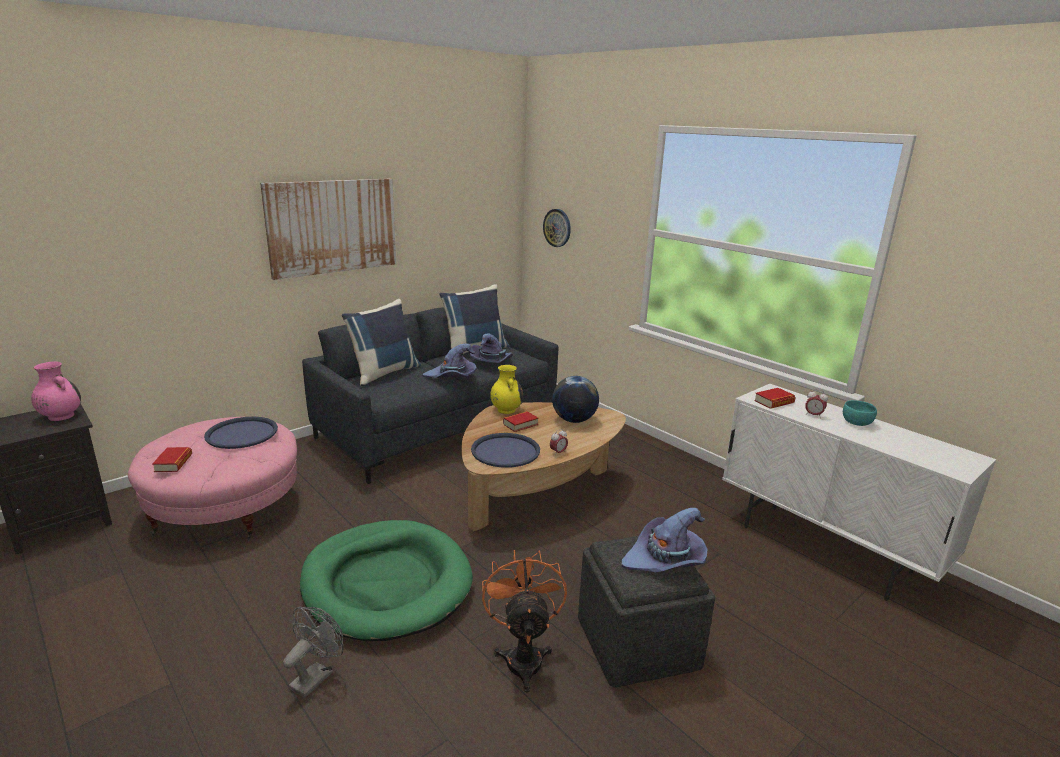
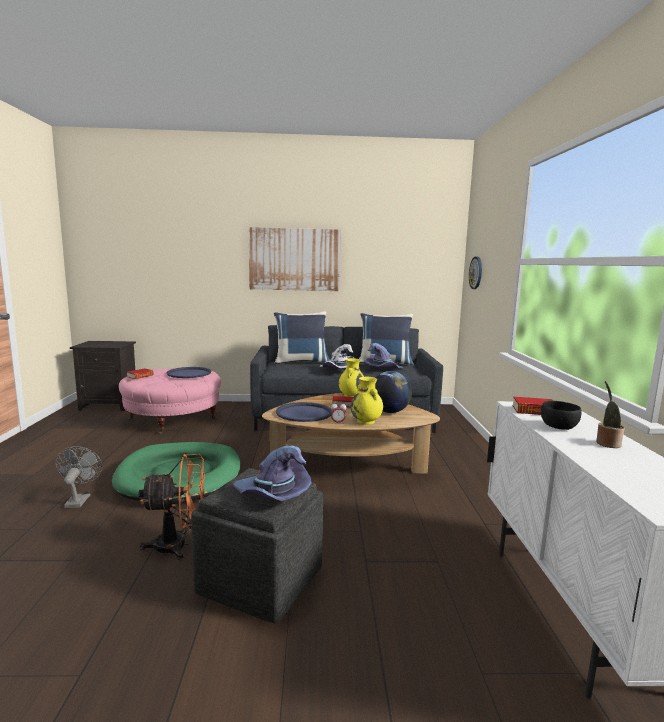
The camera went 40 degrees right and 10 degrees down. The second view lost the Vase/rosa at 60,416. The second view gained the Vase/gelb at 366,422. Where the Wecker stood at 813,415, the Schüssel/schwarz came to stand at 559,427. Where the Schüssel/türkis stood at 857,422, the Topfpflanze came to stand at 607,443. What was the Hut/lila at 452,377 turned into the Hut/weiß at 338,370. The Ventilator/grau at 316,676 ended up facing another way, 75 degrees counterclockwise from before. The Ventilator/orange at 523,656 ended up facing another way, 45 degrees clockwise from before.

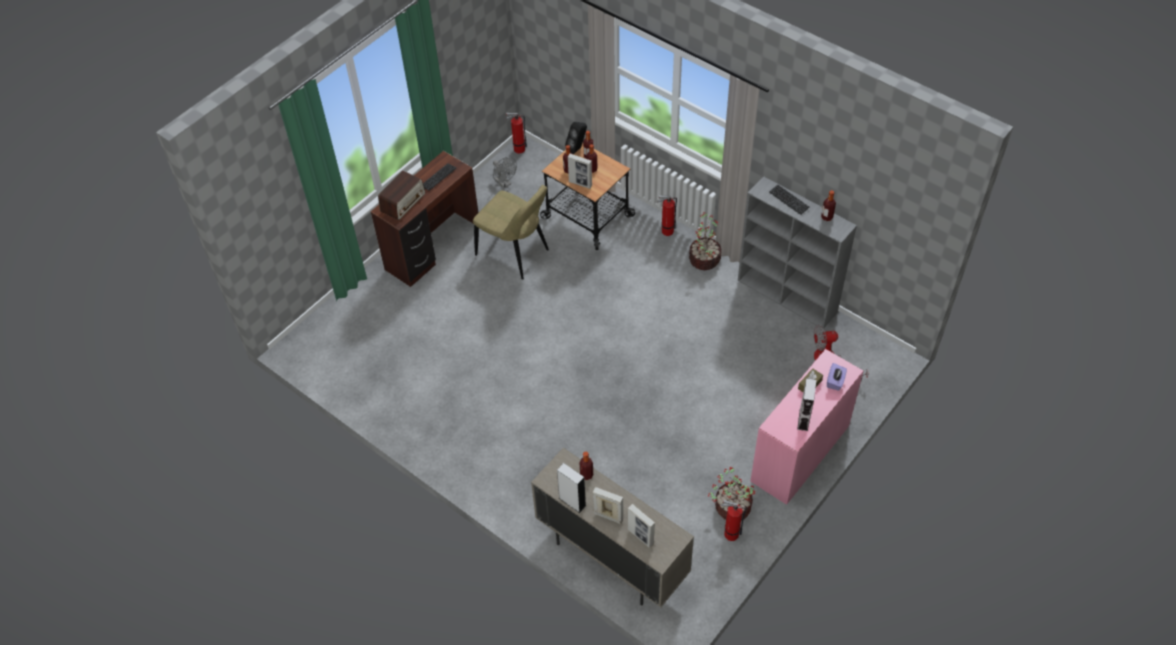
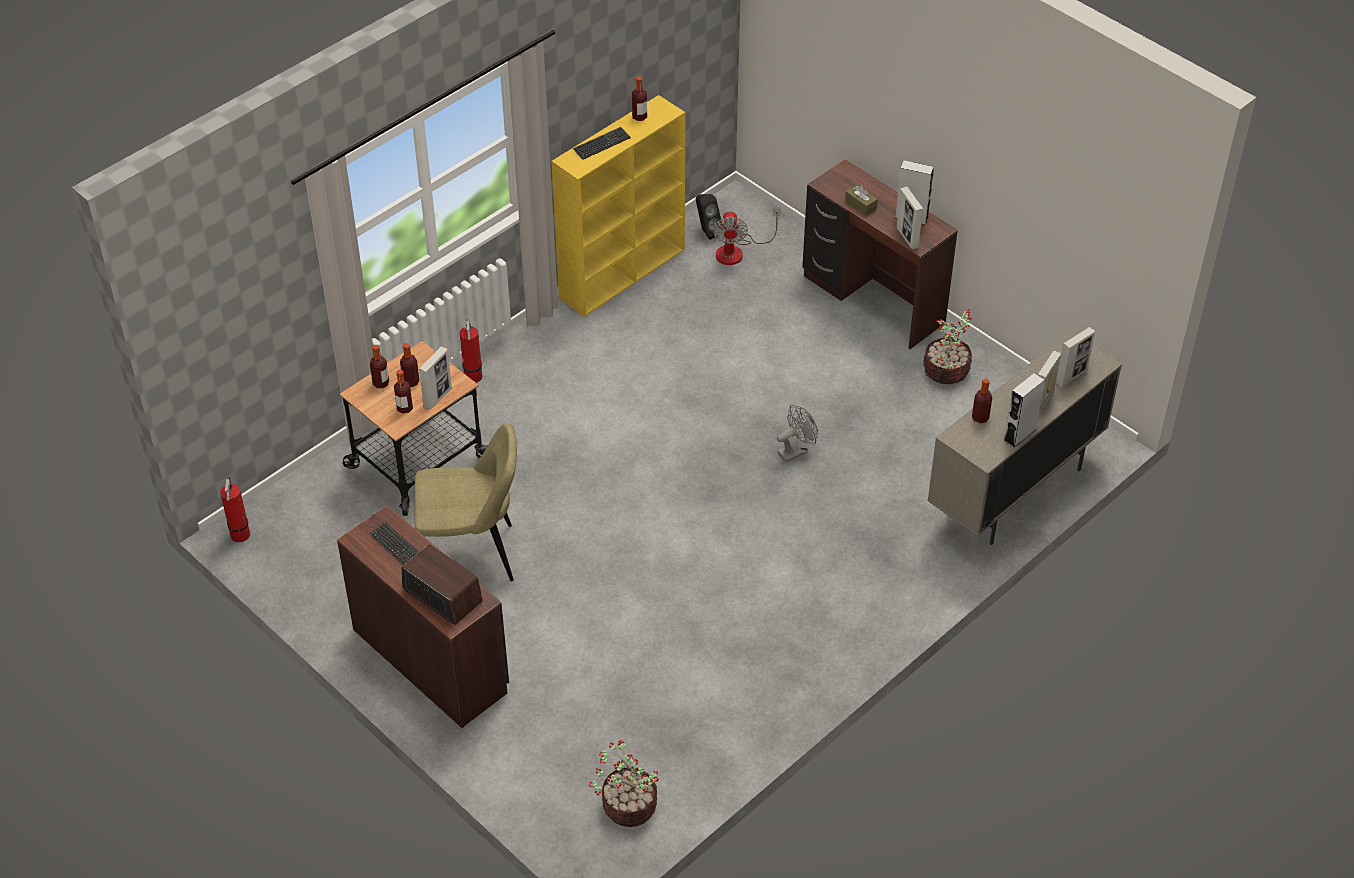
The camera went 85 degrees left and 5 degrees down. The second view lost the Feuerlöscher at 729,534. The second view lost the Taschentuchbox/lila at 835,381. The second view gained the Bilderrahmen at 907,238. The Ventilator/grau ended up elsewhere, having gone from 504,183 to 796,451. The Lautsprecher/schwarz ended up elsewhere, having gone from 577,148 to 707,231. The Topfpflanze ended up elsewhere, having gone from 704,259 to 627,806. What was the Bücherregal/grau at 788,296 turned into the Bücherregal/gelb at 623,273. What was the Schreibtisch/rosa at 799,453 turned into the Schreibtisch/braun at 872,300. The Stuhl/beige at 515,254 ended up facing another way, 45 degrees clockwise from before.

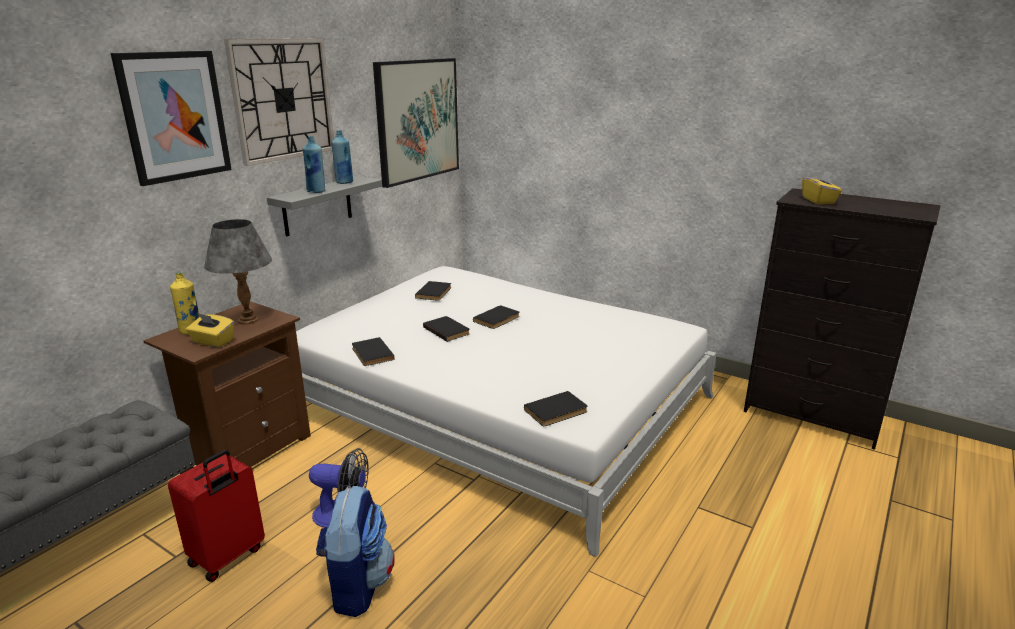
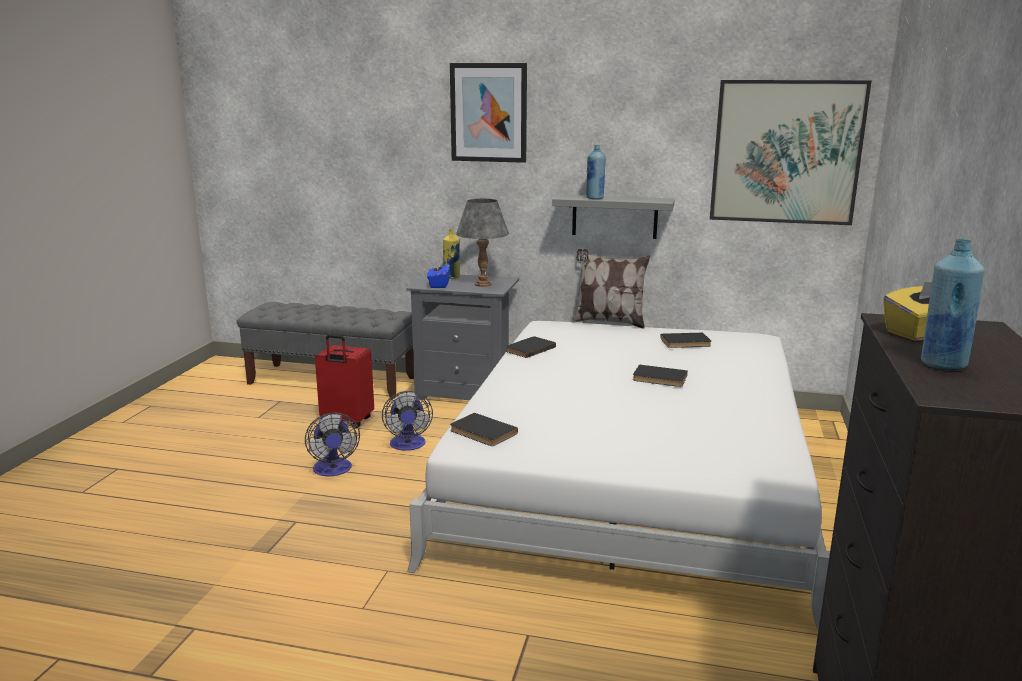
The camera went 70 degrees right and 5 degrees down. The second view lost the Wanduhr at 283,99. The second view lost the Buch/schwarz at 448,330. The second view gained the Kissen at 608,322. The Flasche/blau ended up elsewhere, having gone from 344,182 to 942,364. Where the Rucksack stood at 357,585, the Ventilator came to stand at 333,470. What was the Nachttisch/braun at 247,448 turned into the Nachttisch/grau at 466,392. What was the Taschentuchbox/gelb at 212,342 turned into the Taschentuchbox/blau at 439,285.

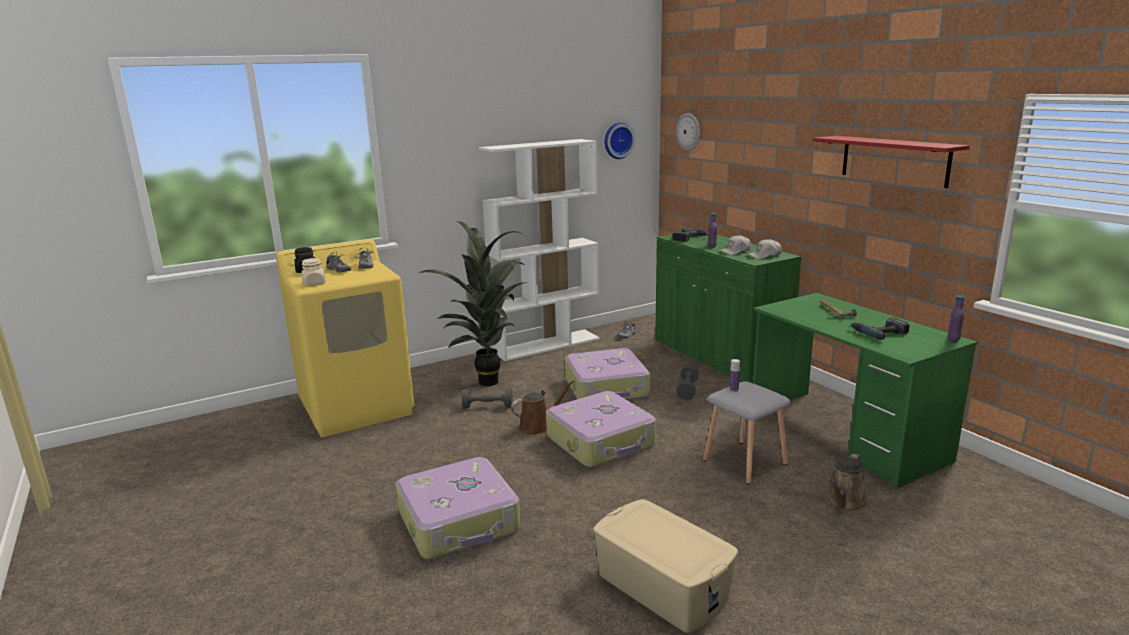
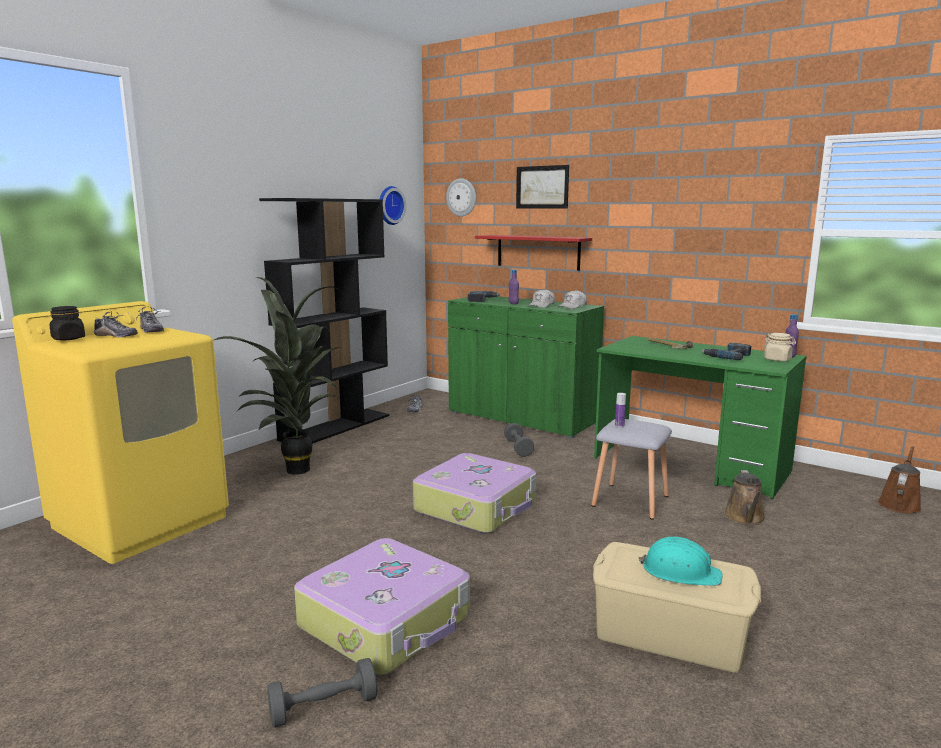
The camera went 25 degrees left and 5 degrees down. The second view lost the Koffer at 607,388. The second view gained the Bild at 542,187. The second view gained the Schutzhelm/türkis at 680,572. The Vorratsglas/beige ended up elsewhere, having gone from 314,284 to 777,359. The Hantel/grau ended up elsewhere, having gone from 488,406 to 323,708. The Gießkanne/braun ended up elsewhere, having gone from 538,426 to 899,504. The Wandregal/rot ended up elsewhere, having gone from 894,160 to 538,252. What was the Bücherregal/weiß at 547,345 turned into the Bücherregal/schwarz at 336,427.

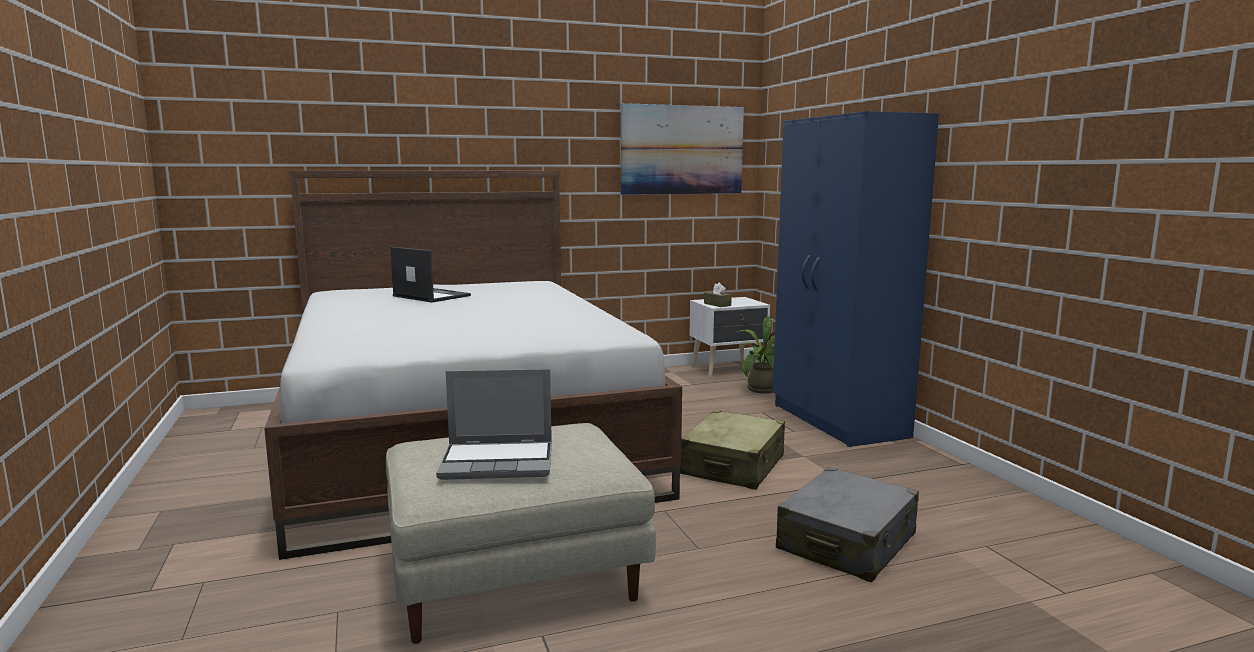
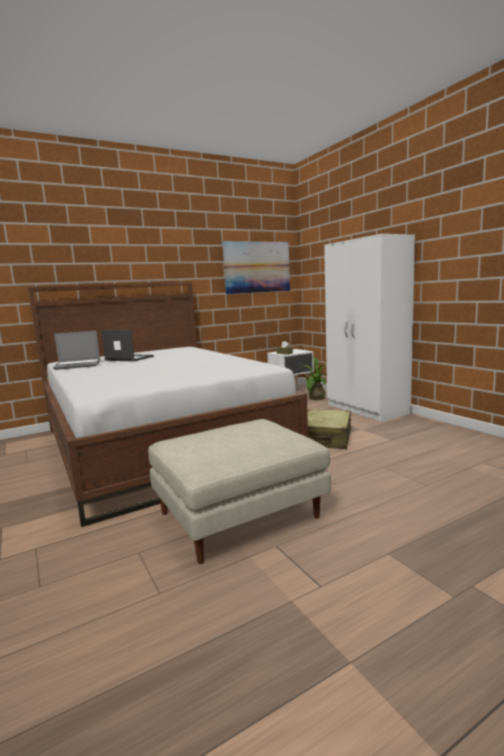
The camera went 10 degrees left and 0 degrees up. The second view lost the Koffer/grau at 847,543. The Laptop ended up elsewhere, having gone from 499,462 to 78,365. What was the Kleiderschrank/blau at 838,421 turned into the Kleiderschrank/weiß at 367,409.

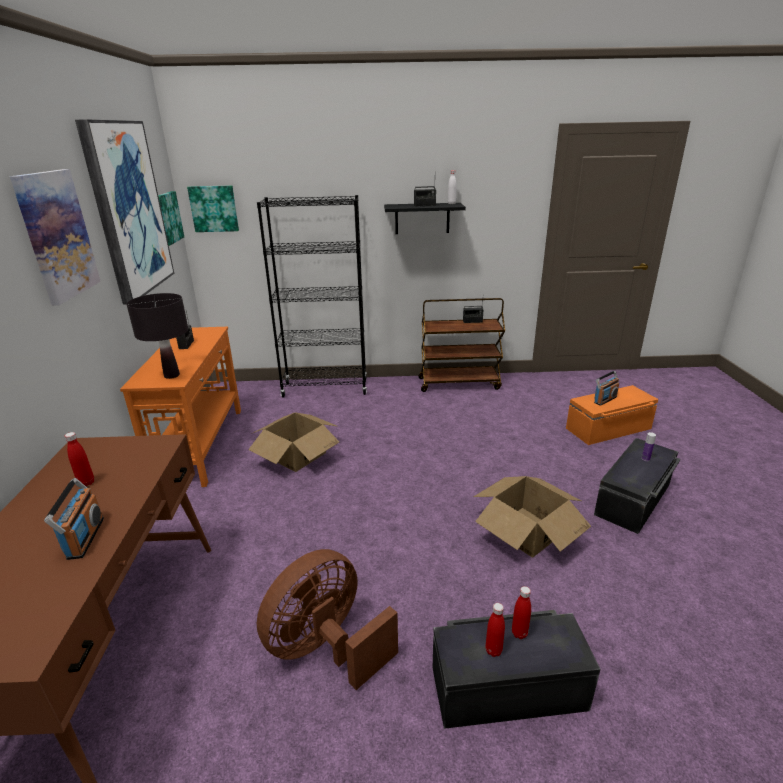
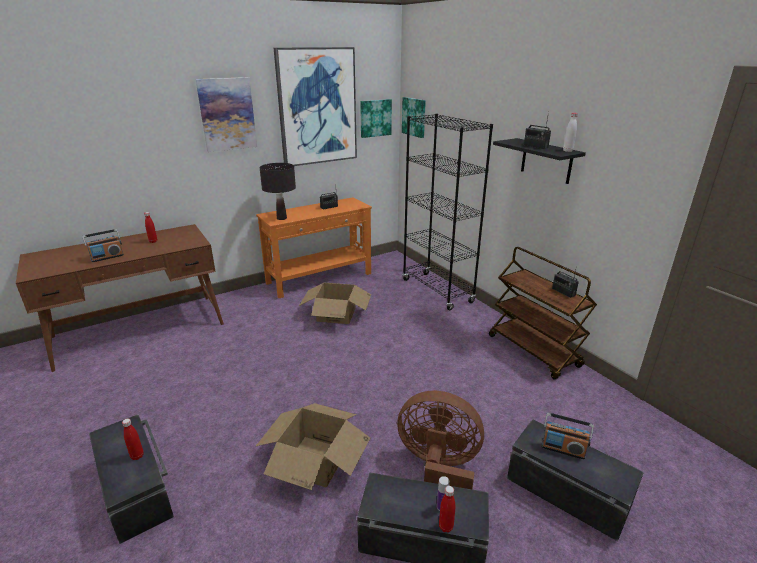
The camera went 60 degrees right and 0 degrees up. The Ventilator/braun ended up elsewhere, having gone from 326,648 to 438,469. The Flasche/rot ended up elsewhere, having gone from 493,650 to 446,527. What was the Aufbewahrungsbox/orange at 609,429 turned into the Aufbewahrungsbox/schwarz at 566,493.

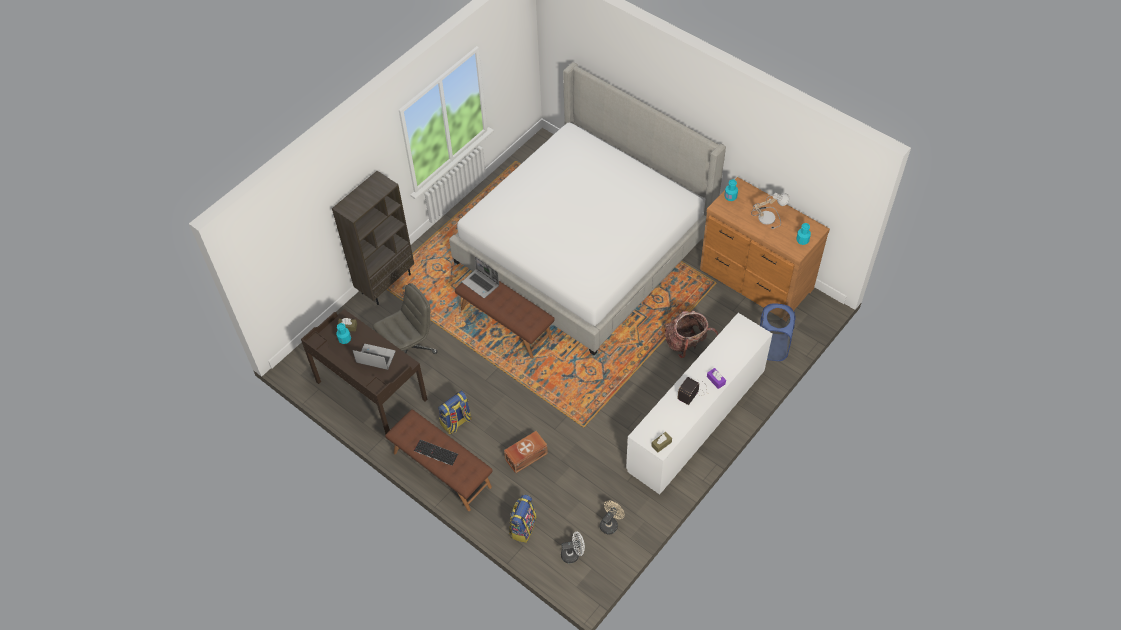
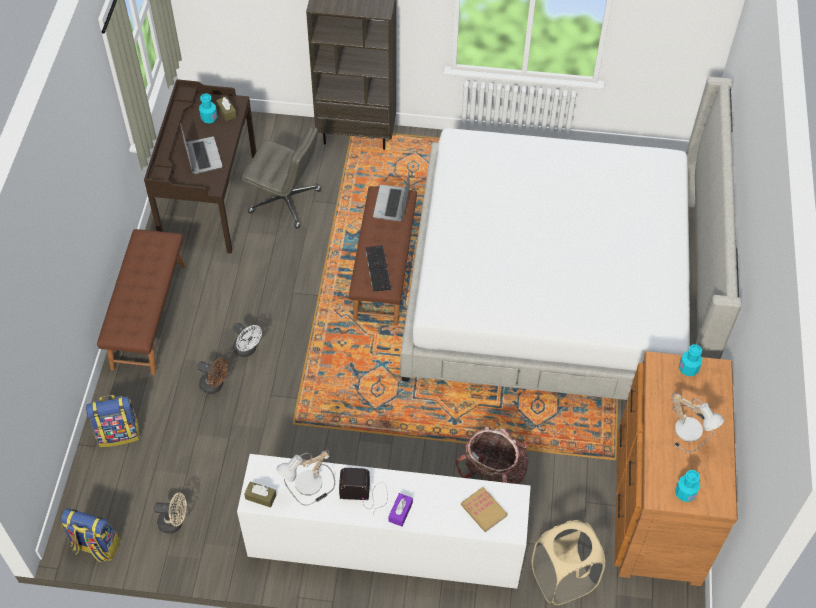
The camera went 55 degrees right and 0 degrees up. The second view gained the Tischlampe at 308,486. The second view gained the Buch at 483,510. The Tastatur ended up elsewhere, having gone from 435,453 to 377,268. The Rucksack ended up elsewhere, having gone from 456,422 to 95,546. The Ventilator/weiß ended up elsewhere, having gone from 573,554 to 247,350. Where the Aufbewahrungsbox/braun stood at 525,456, the Ventilator/braun came to stand at 215,385. What was the Wäschekorb/blau at 772,347 turned into the Wäschekorb/beige at 562,579.

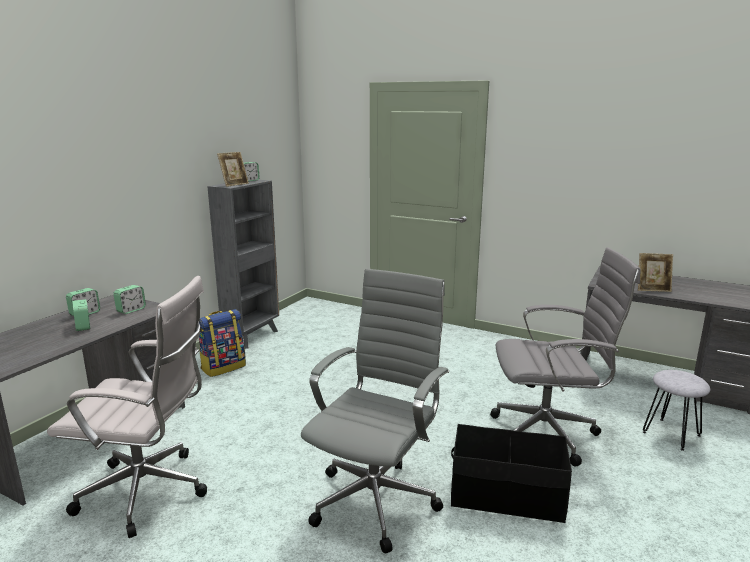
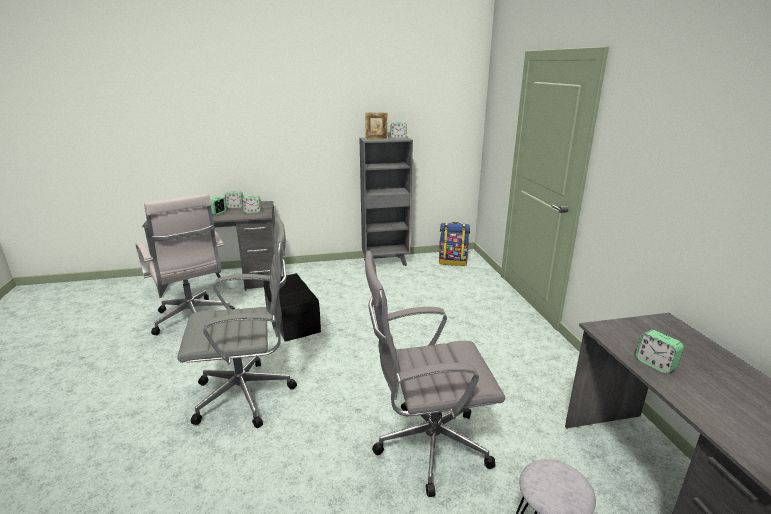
The camera went 50 degrees right and 5 degrees up. The Rucksack ended up elsewhere, having gone from 223,367 to 453,262. The Aufbewahrungsbox/schwarz ended up elsewhere, having gone from 506,496 to 292,321. Where the Bilderrahmen stood at 652,289, the Wecker came to stand at 655,364. The Bürostuhl/grau at 549,434 ended up facing another way, 120 degrees clockwise from before.

